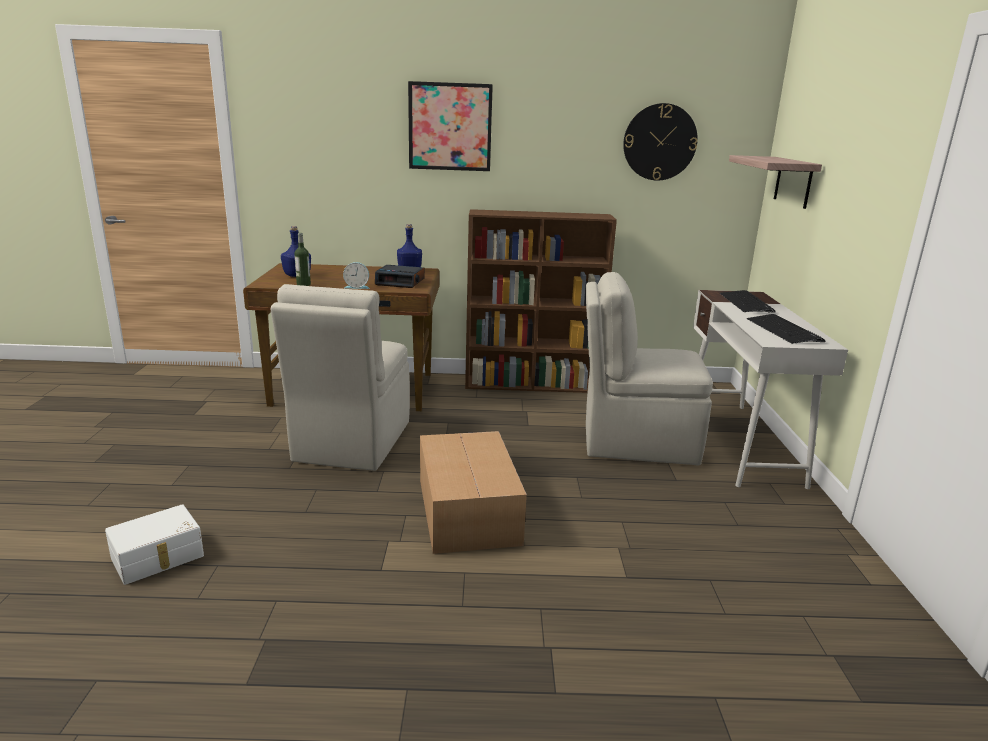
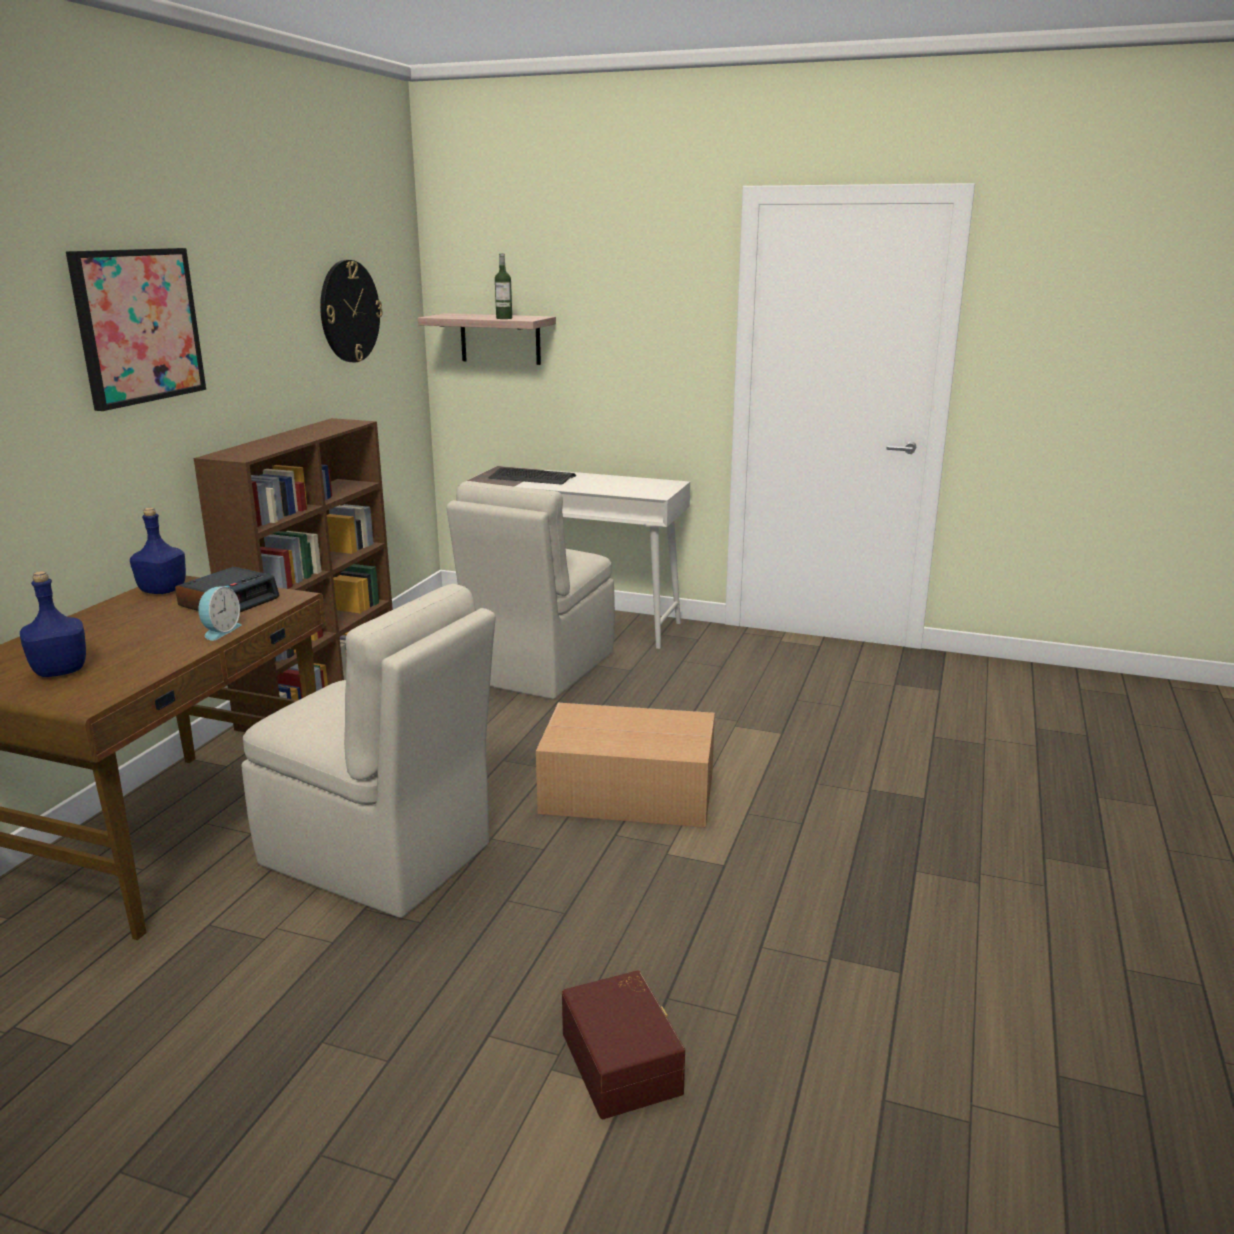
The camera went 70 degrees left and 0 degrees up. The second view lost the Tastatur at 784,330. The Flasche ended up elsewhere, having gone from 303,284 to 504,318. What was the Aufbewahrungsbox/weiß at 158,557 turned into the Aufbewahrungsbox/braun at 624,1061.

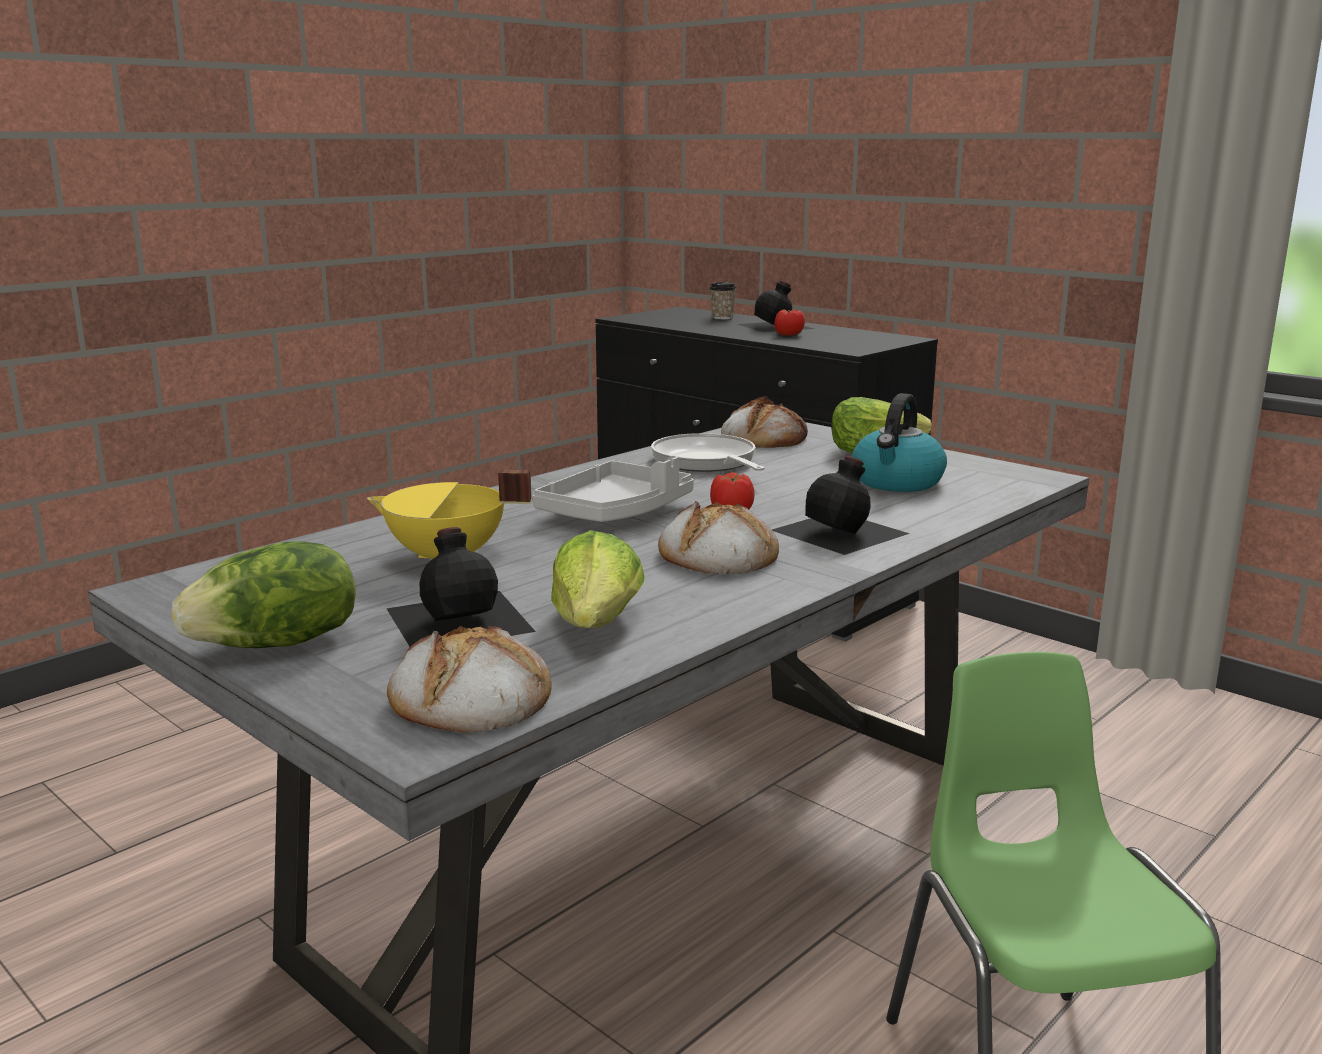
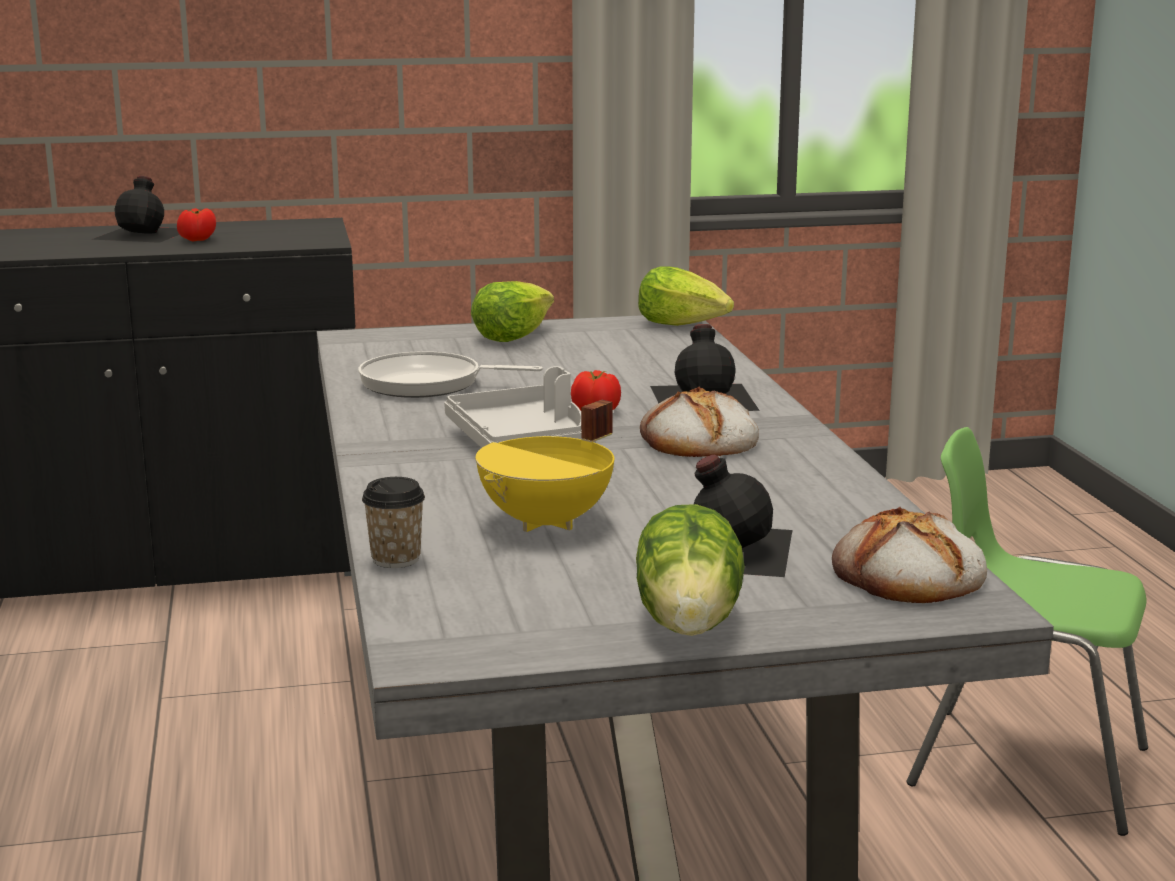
The camera went 55 degrees left and 0 degrees up. The second view lost the Brot at 763,437. The second view lost the Wasserkessel at 897,482. The Salatkopf ended up elsewhere, having gone from 597,624 to 683,325. The Tasse ended up elsewhere, having gone from 722,318 to 396,559.

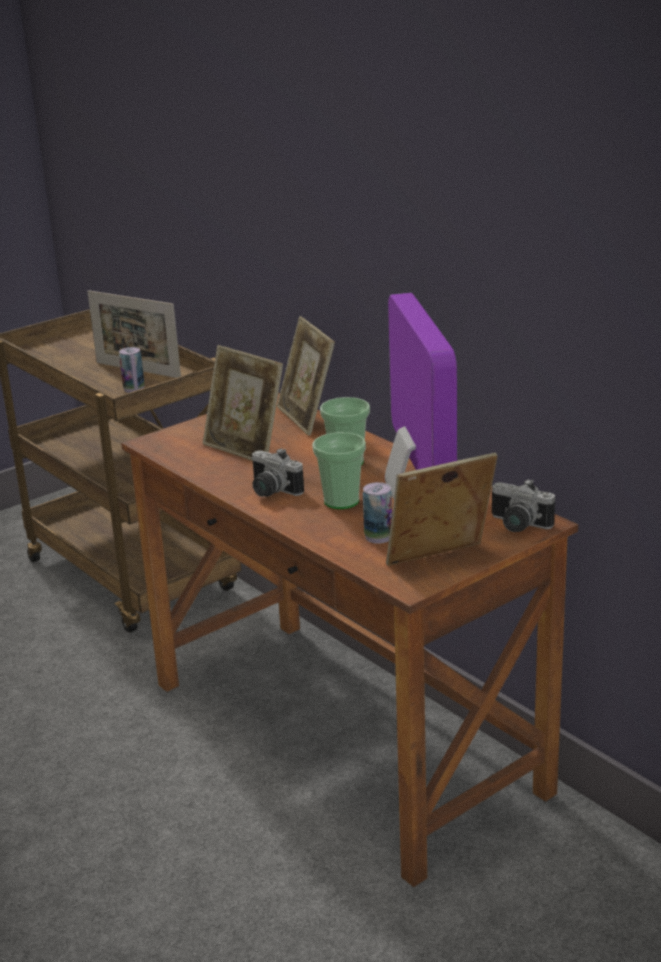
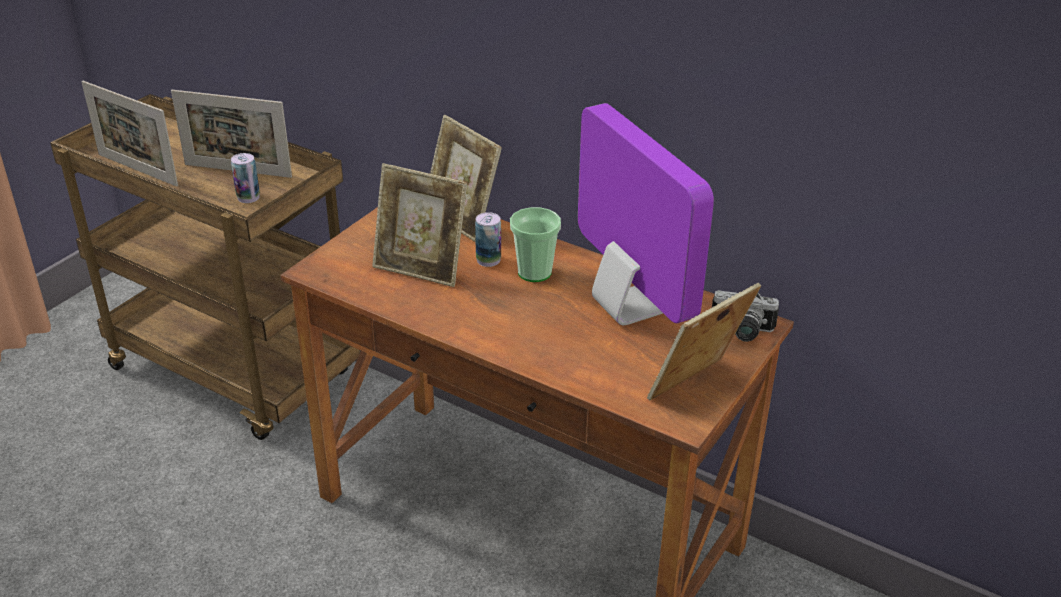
The camera went 20 degrees left and 10 degrees up. The second view lost the Kamera at 271,491. The second view lost the Tasse at 341,501. The second view gained the Bilderrahmen at 137,170. The Dose ended up elsewhere, having gone from 378,537 to 488,260.

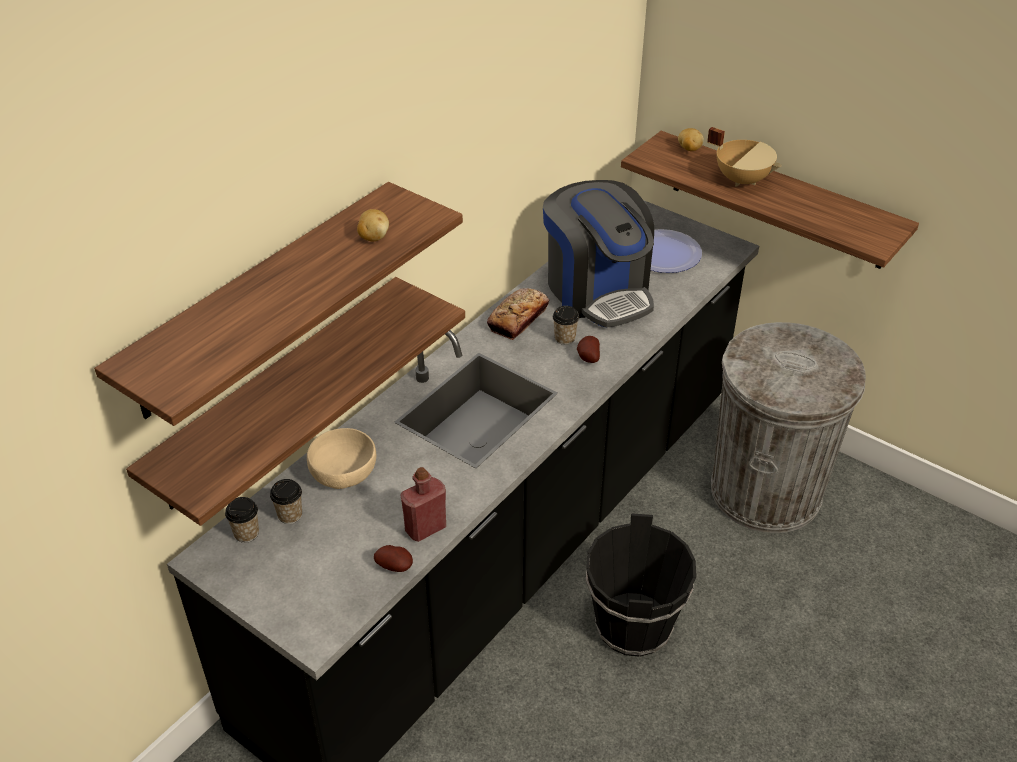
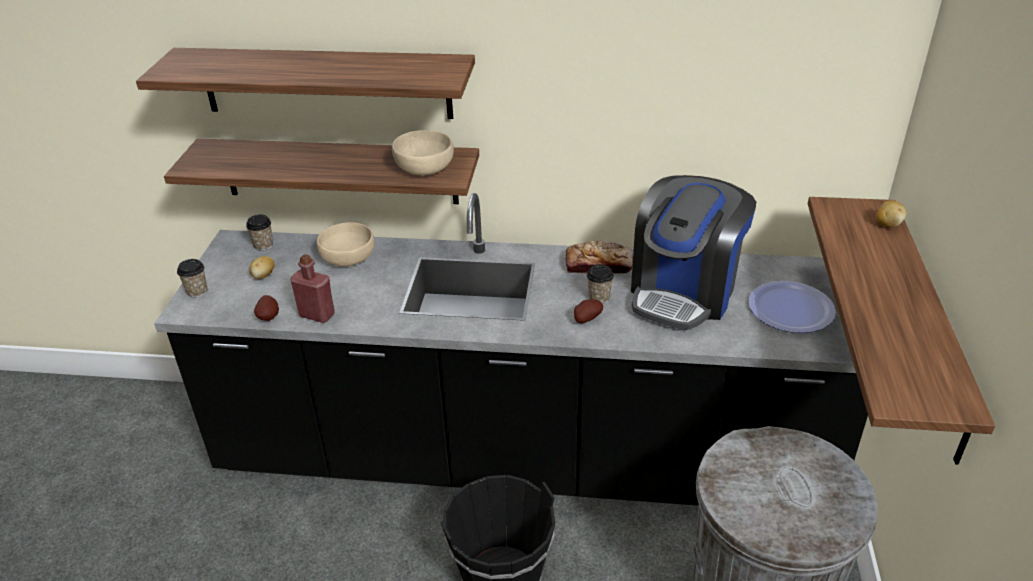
The camera went 60 degrees right and 5 degrees down. The second view lost the Kochtopf/beige at 742,179. The second view gained the Schüssel/beige at 424,168. The Tasse ended up elsewhere, having gone from 290,515 to 197,291. The Kartoffel ended up elsewhere, having gone from 373,237 to 263,276.

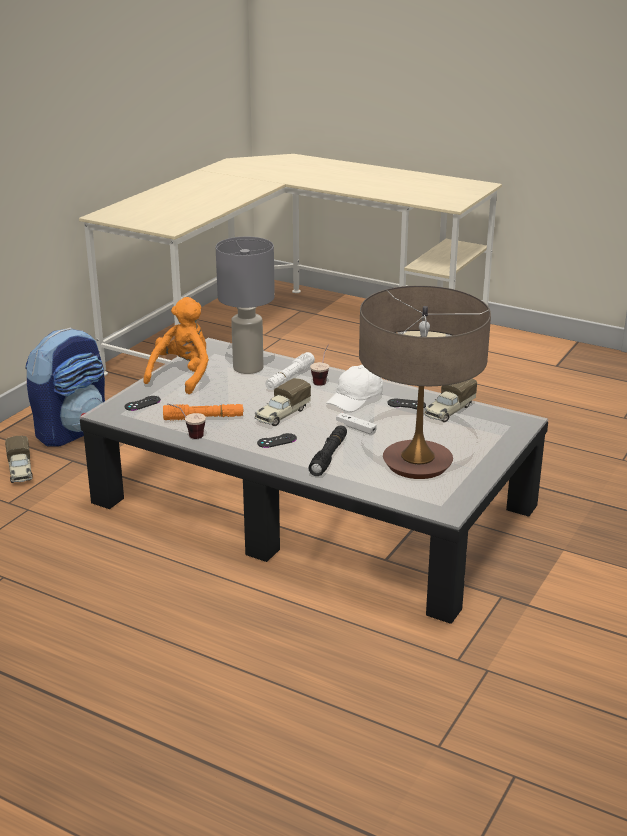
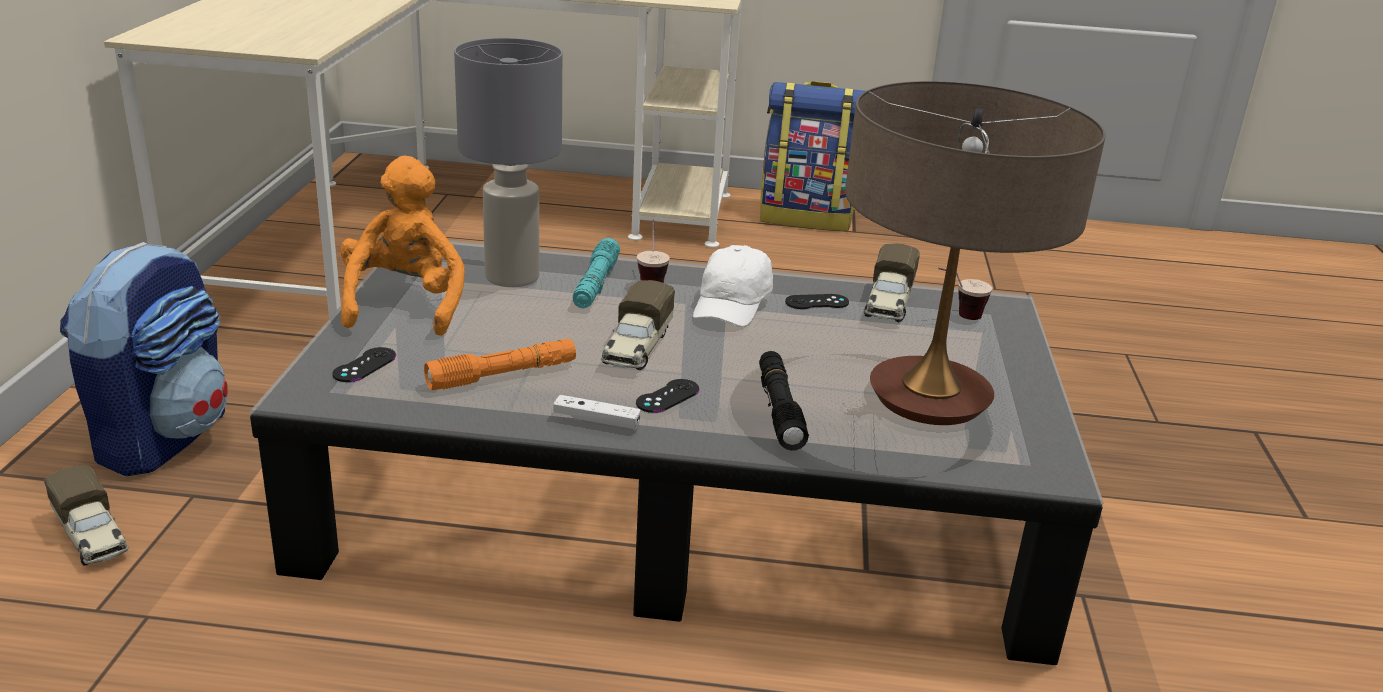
The camera went 25 degrees left and 0 degrees up. The second view gained the Rucksack at 806,217. The Tasse ended up elsewhere, having gone from 187,435 to 957,317. The Gamepad/weiß ended up elsewhere, having gone from 356,428 to 596,421. What was the Taschenlampe/weiß at 289,378 turned into the Taschenlampe/türkis at 596,284.

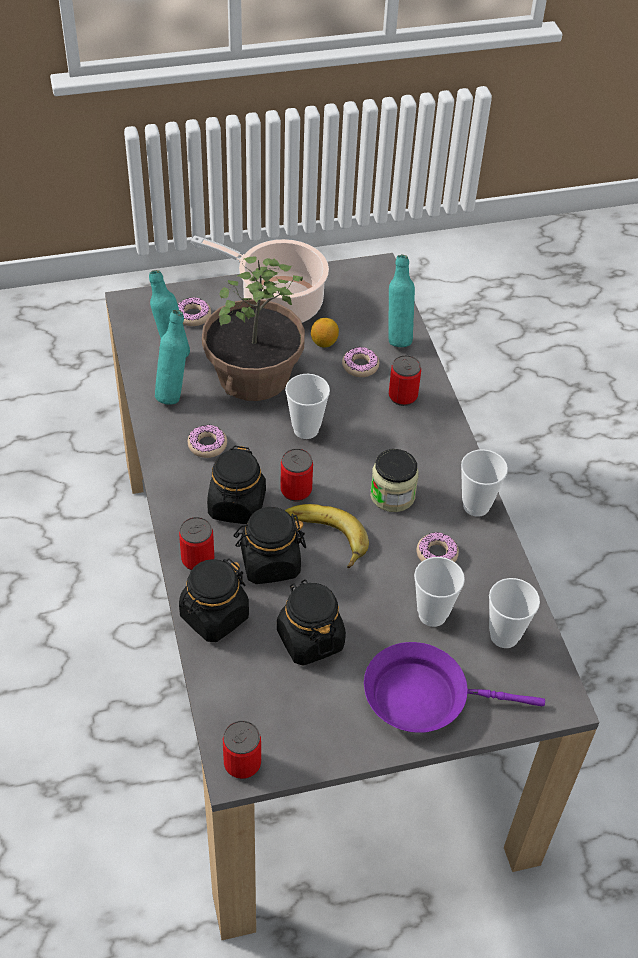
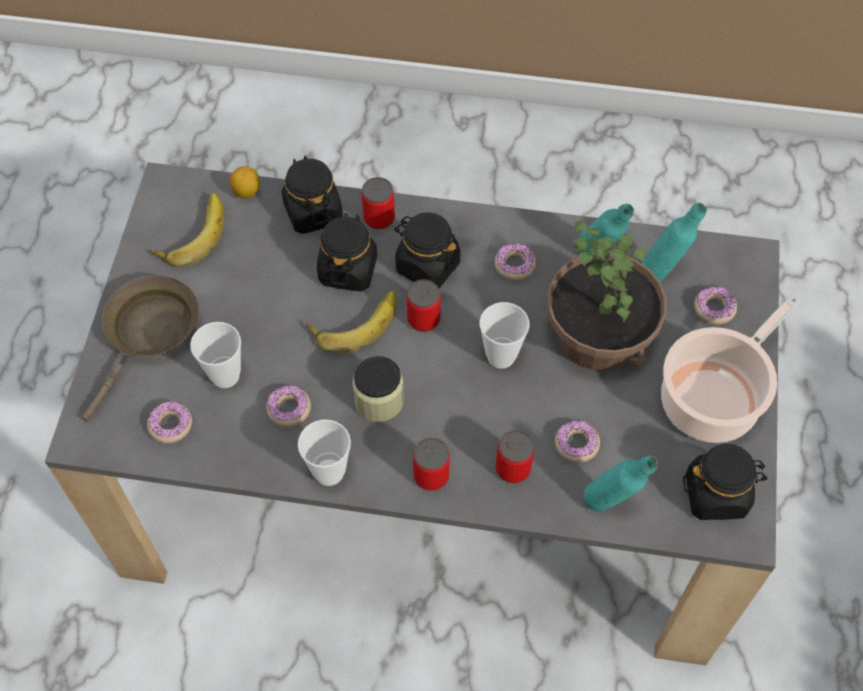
The camera went 115 degrees right and 10 degrees up. The second view gained the Banane at 191,233. The Dose ended up elsewhere, having gone from 242,763 to 431,476. The Vorratsglas/schwarz ended up elsewhere, having gone from 310,639 to 716,494. The Zitrone ended up elsewhere, having gone from 324,342 to 247,192. Where the Tasse stood at 504,636, the Donut came to stand at 170,425. What was the Pfanne/lila at 424,697 turned into the Pfanne/braun at 149,334.

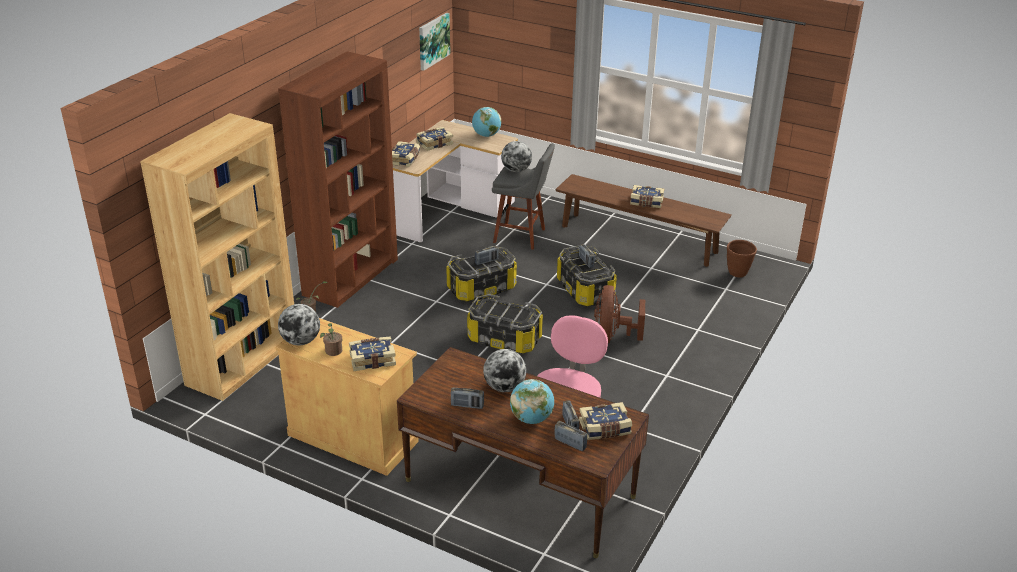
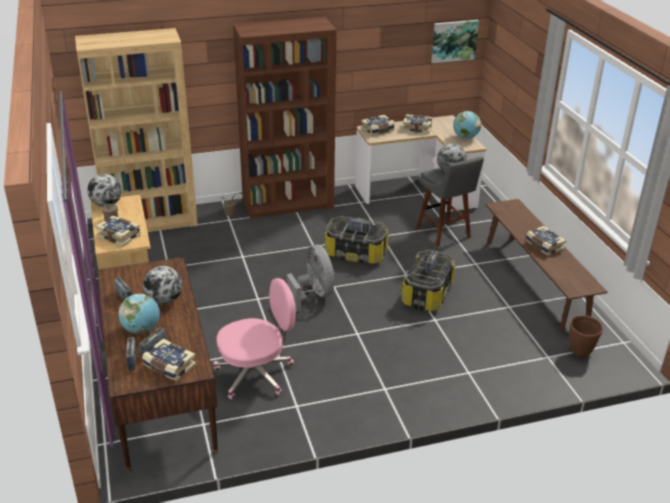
The camera went 45 degrees right and 0 degrees up. The second view lost the Ventilator/braun at 612,337. Where the Aufbewahrungsbox stood at 504,339, the Ventilator/grau came to stand at 314,295.

